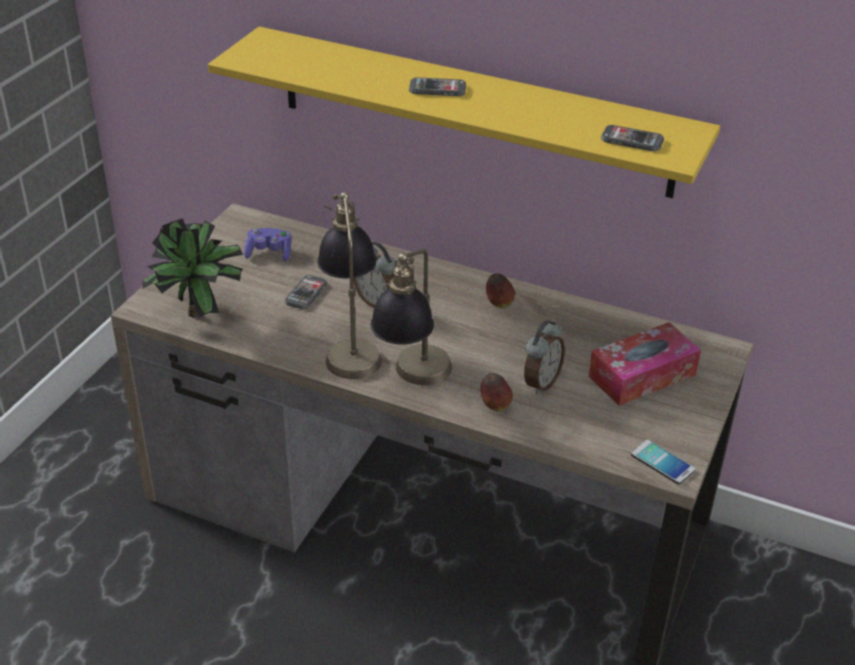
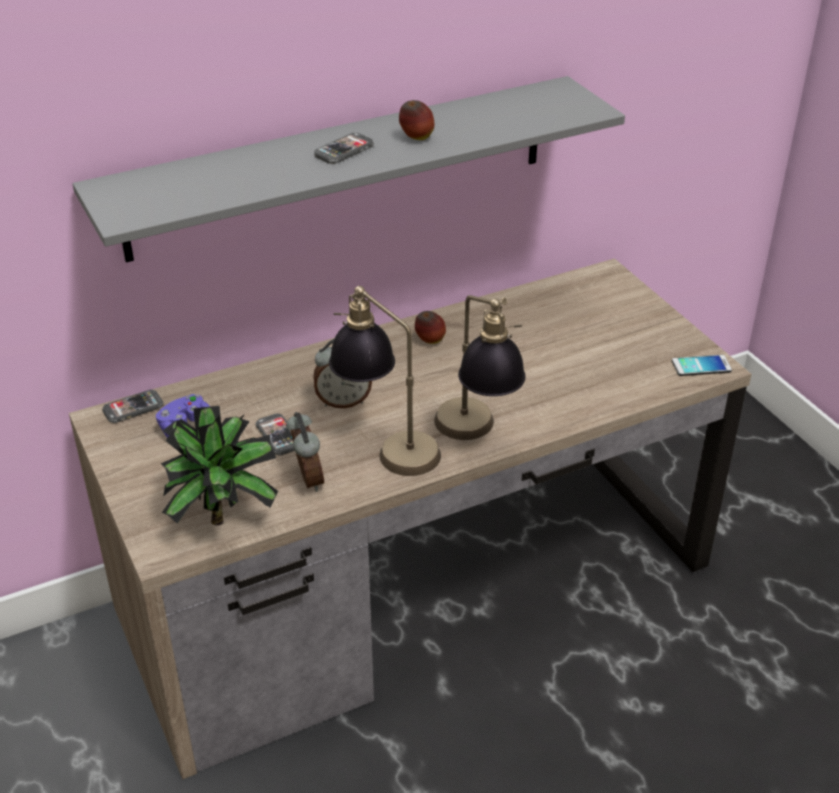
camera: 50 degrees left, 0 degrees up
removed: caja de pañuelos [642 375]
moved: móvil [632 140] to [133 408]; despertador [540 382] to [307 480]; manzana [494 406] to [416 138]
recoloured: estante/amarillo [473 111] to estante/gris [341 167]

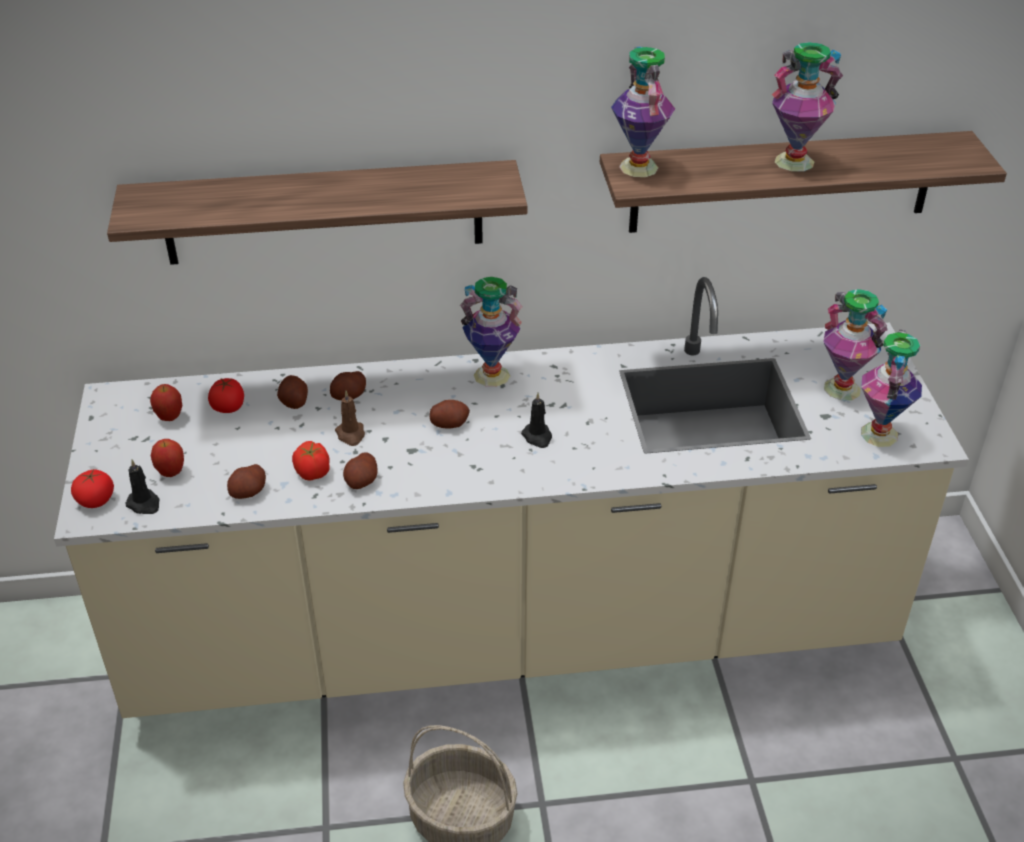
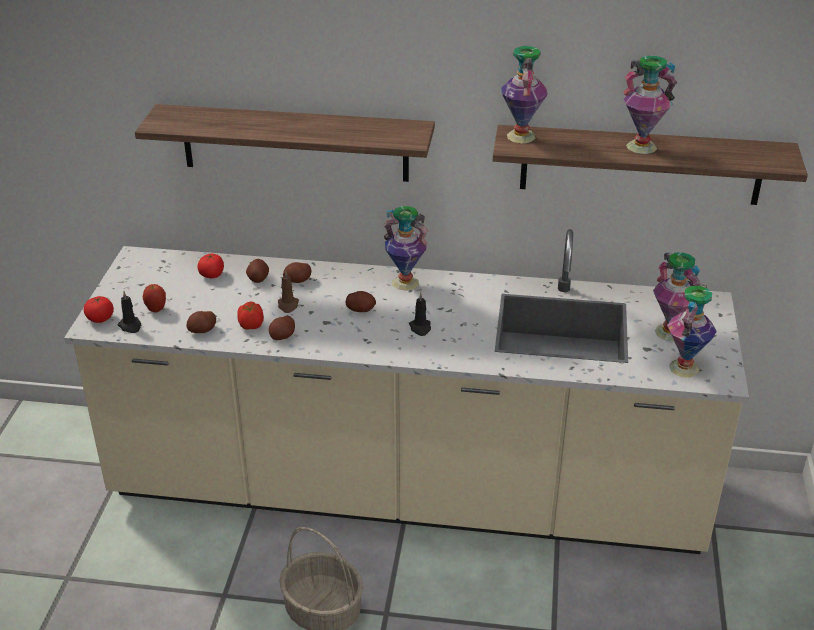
camera: 15 degrees right, 5 degrees down
removed: manzana [170 417]

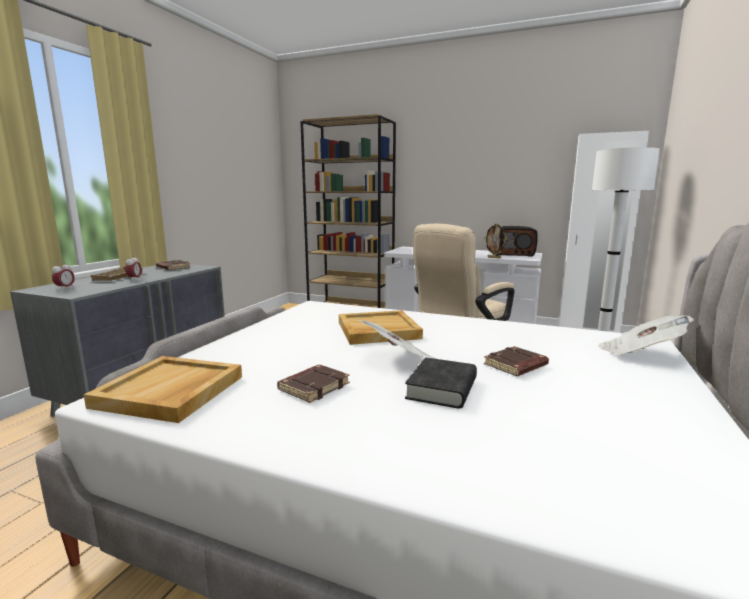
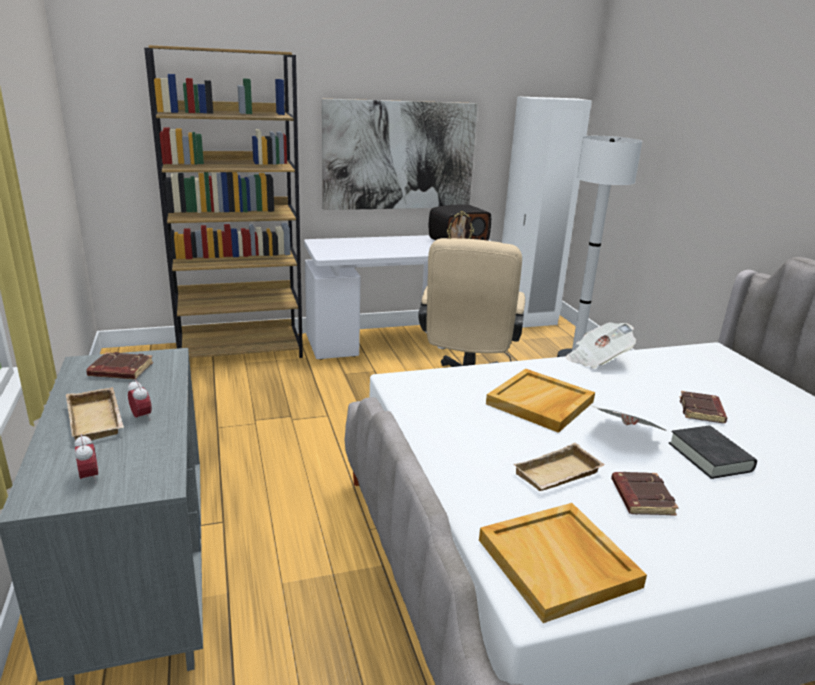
camera: 40 degrees left, 10 degrees up
added: cuadro [399 155]; bandeja/beis [558 475]
moved: periódico [639 354] to [597 360]

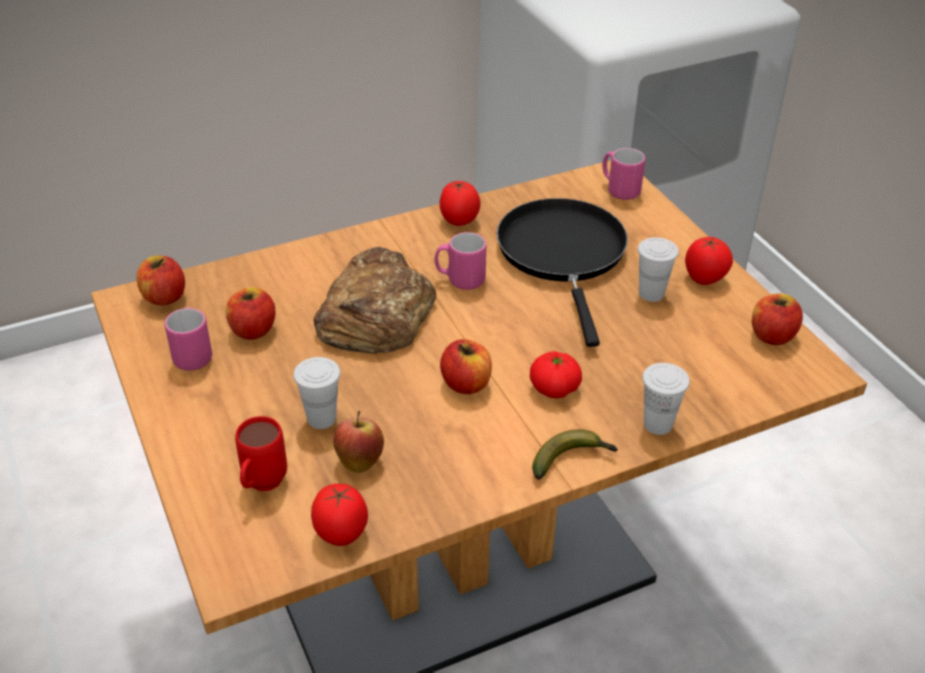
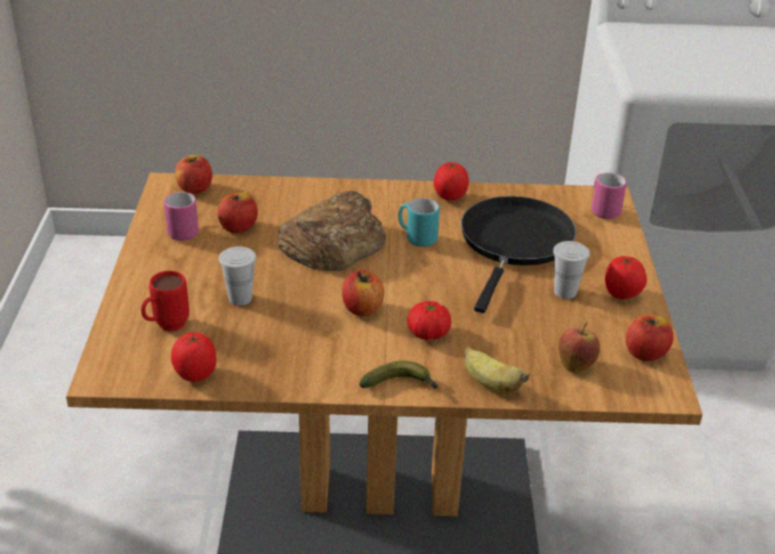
camera: 25 degrees right, 5 degrees down
moved: manzana [359 460] to [575 365]
replaced: taza/blanco [658 424] to plátano [490 384]
recoloured: taza grande/rosa [460 280] to taza grande/turquesa [416 238]

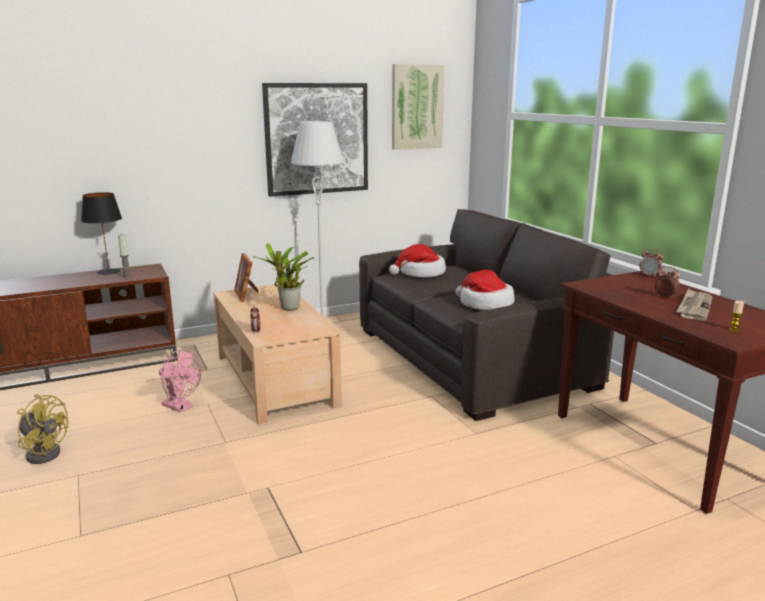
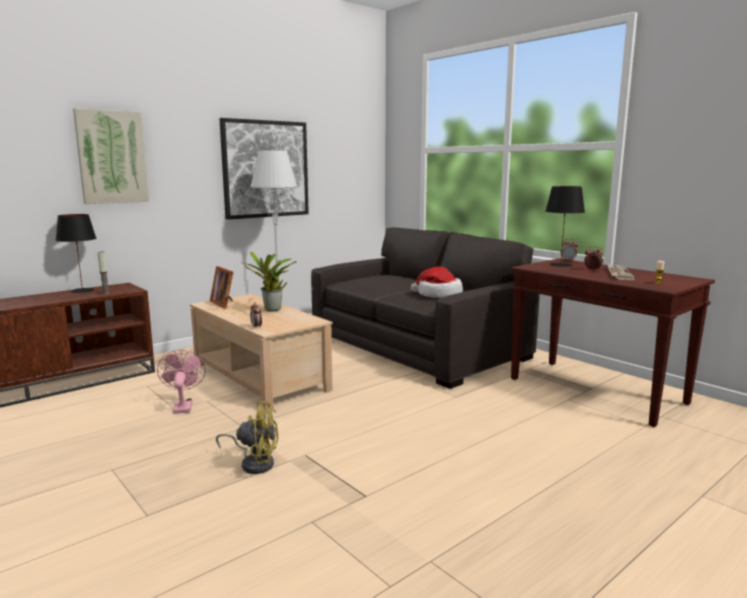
camera: 15 degrees left, 5 degrees down
removed: sombrero [420 273]
added: lámpara de mesa/negro [561 265]
moved: cuadro [416 107] to [112 157]; ventilador/amarillo [44 452] to [254 463]
turned: ventilador/rosa [181 407] = [183 406] 120 degrees counterclockwise

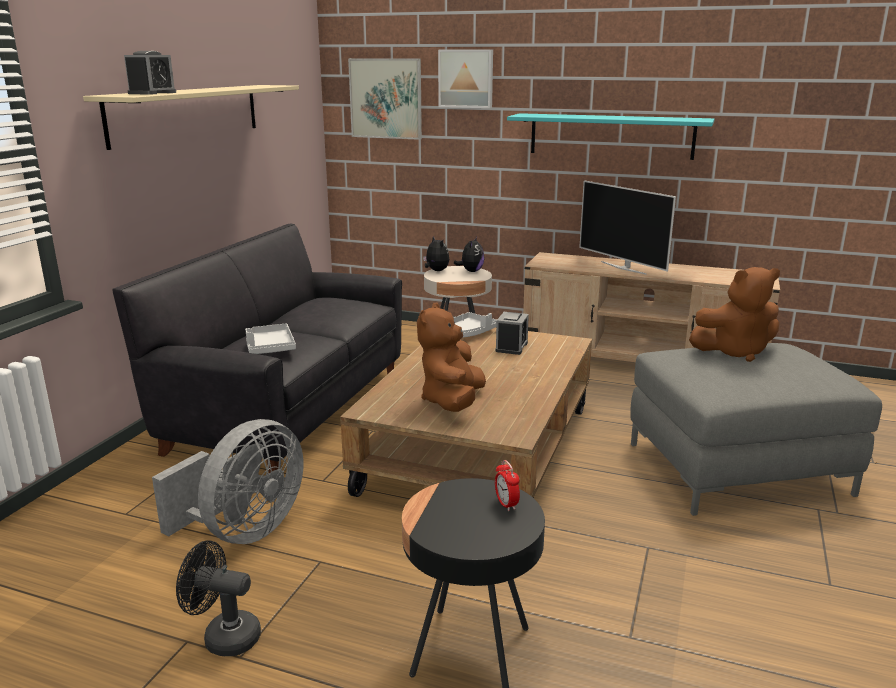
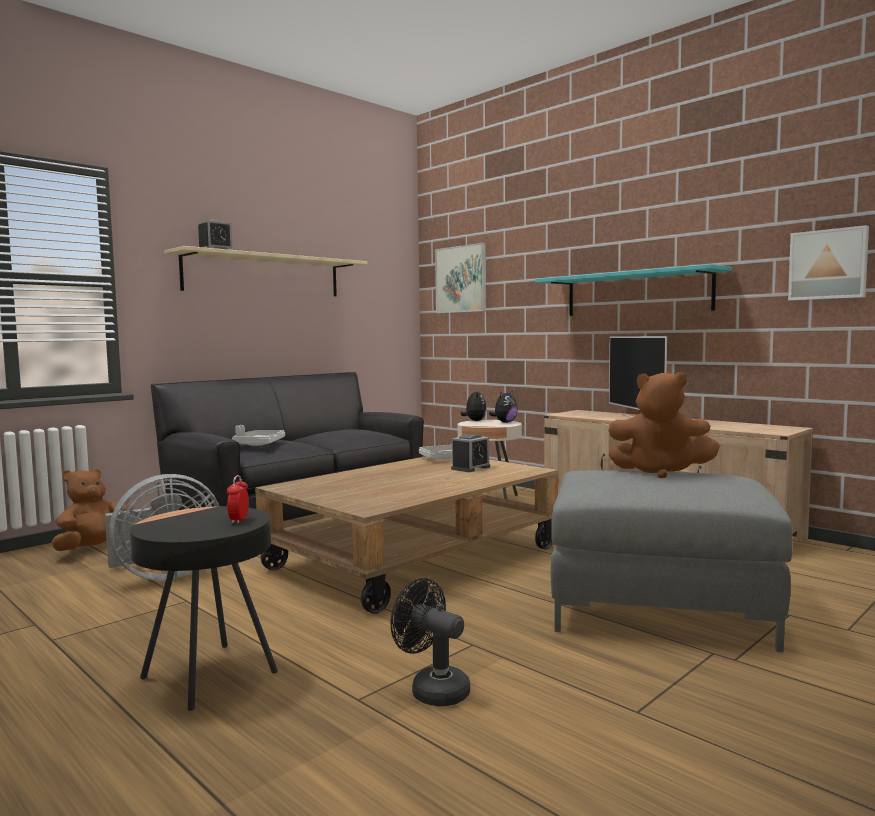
camera: 25 degrees right, 15 degrees down
moved: cuadro [466 78] to [828 264]; peluche/marrón [452 402] to [94 549]; ventilador/negro [224 636] to [432 689]

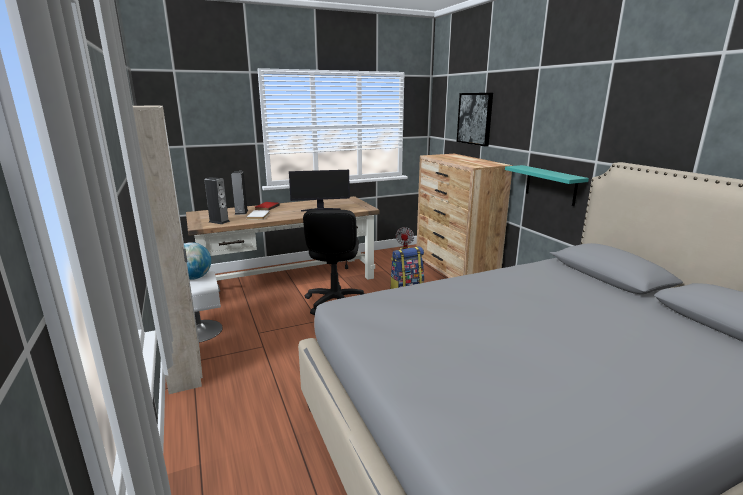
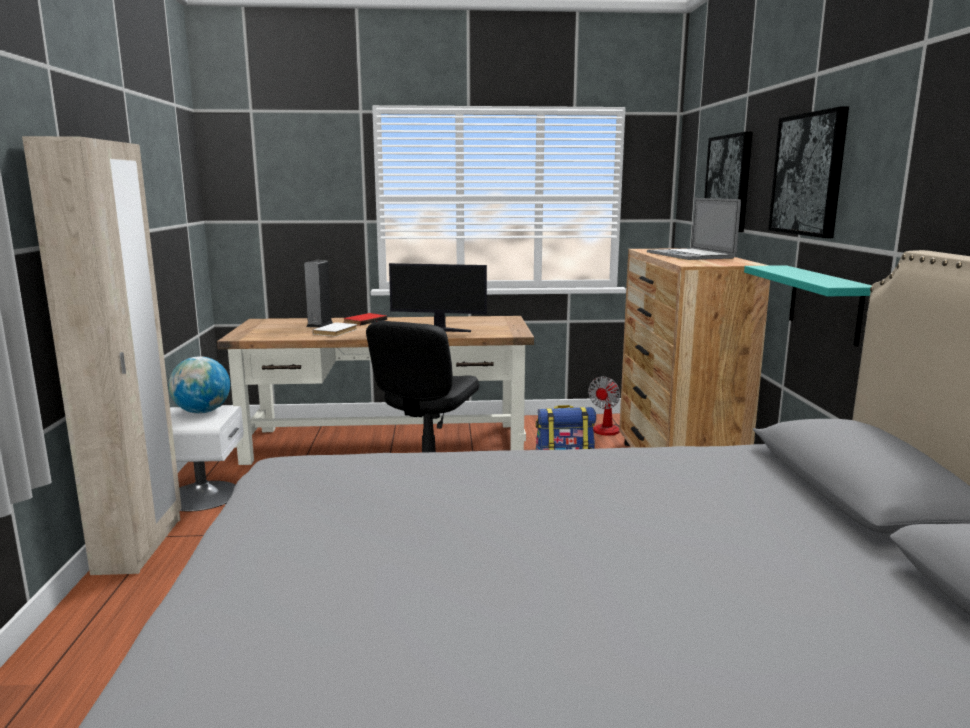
camera: 20 degrees right, 5 degrees down
removed: altavoz [219 221]
added: cuadro [808 174]; portátil [689 255]

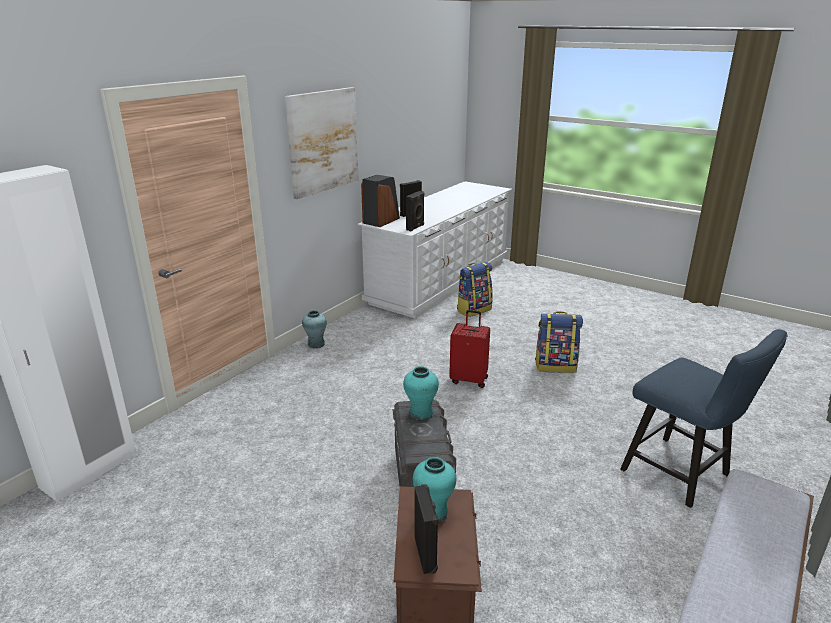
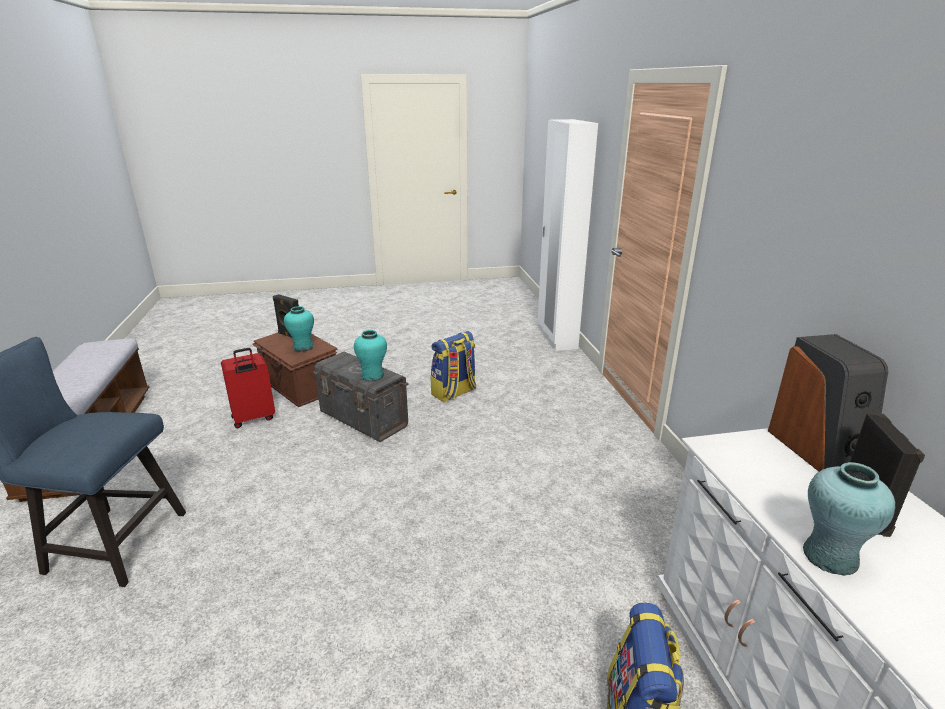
camera: 135 degrees right, 0 degrees up
removed: cuadro [323 141]; altavoz/negro [415 227]
moved: florero/turquesa [316 344] to [829 556]; maleta/rojo [469 379] to [253 419]; mochila [555 366] to [454 393]

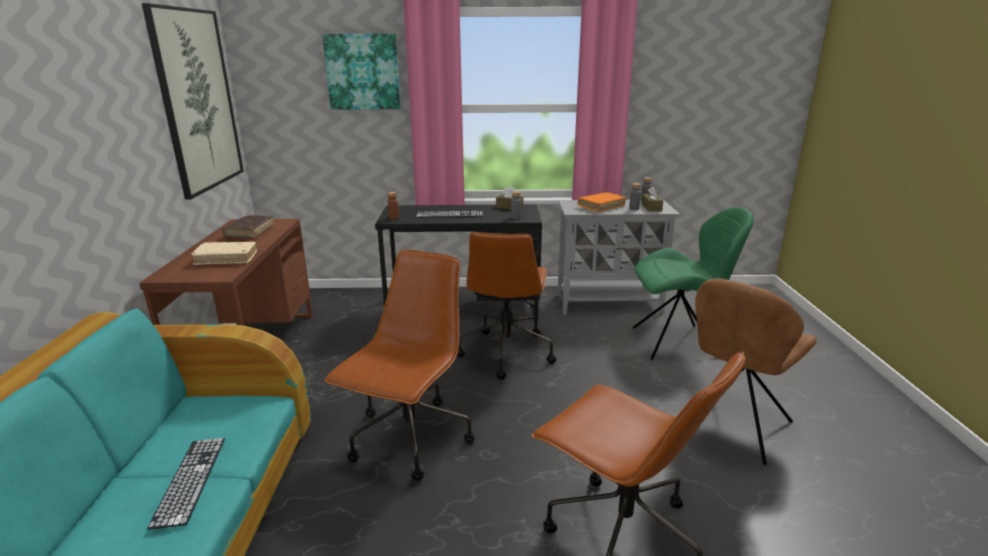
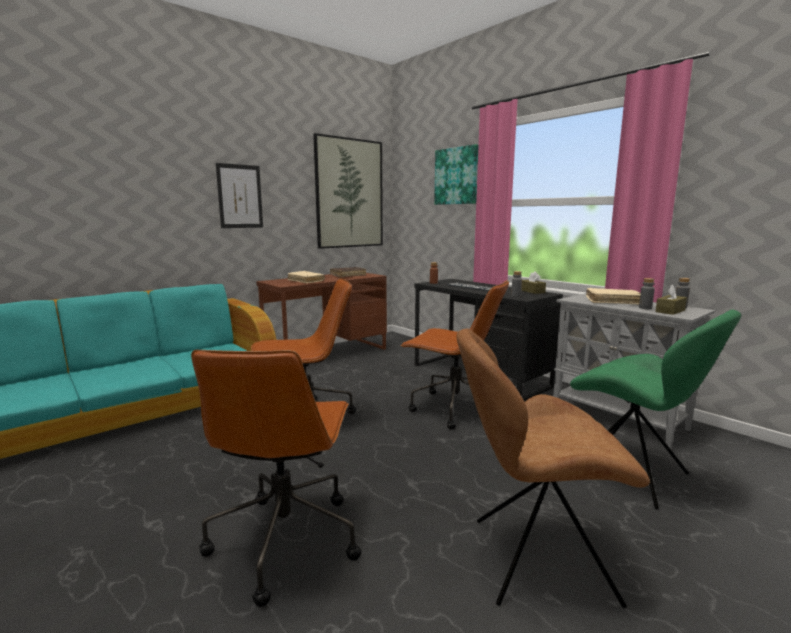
camera: 50 degrees right, 10 degrees down
removed: teclado [190 480]
added: cuadro [240 196]
recoloured: libro/naranja [601 206] to libro/beis [612 301]
turned: silla de oficina/marrón [506 352] = [453 409] 120 degrees counterclockwise

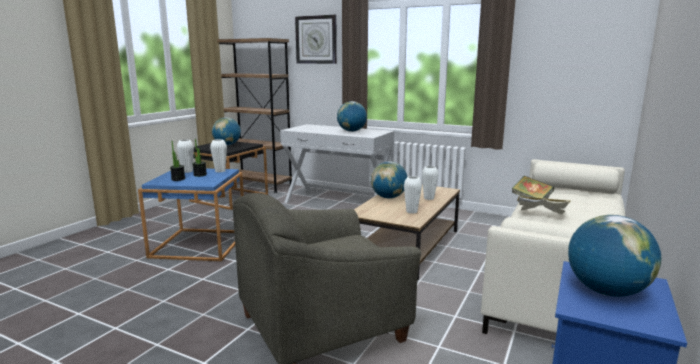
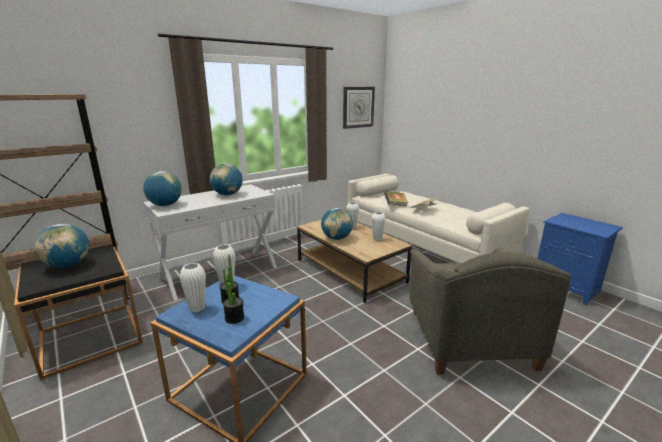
camera: 65 degrees left, 5 degrees up
moved: reloj de pared [316 40] to [358 107]; globo terráqueo [606 291] to [165 205]

